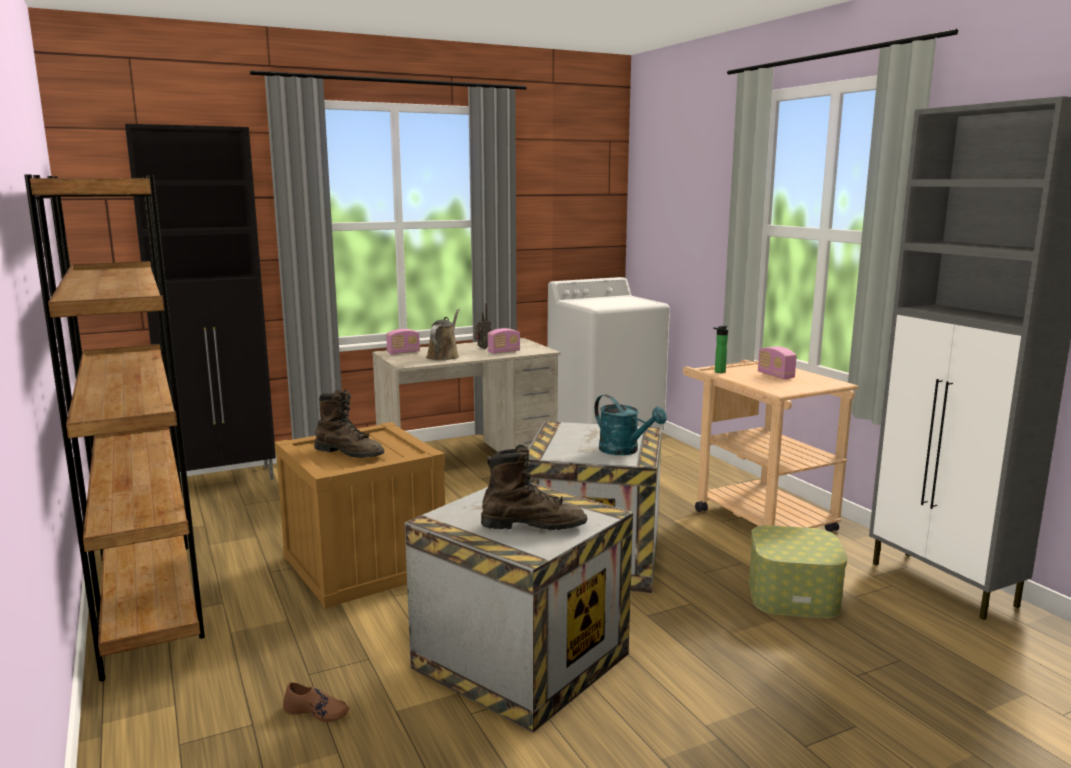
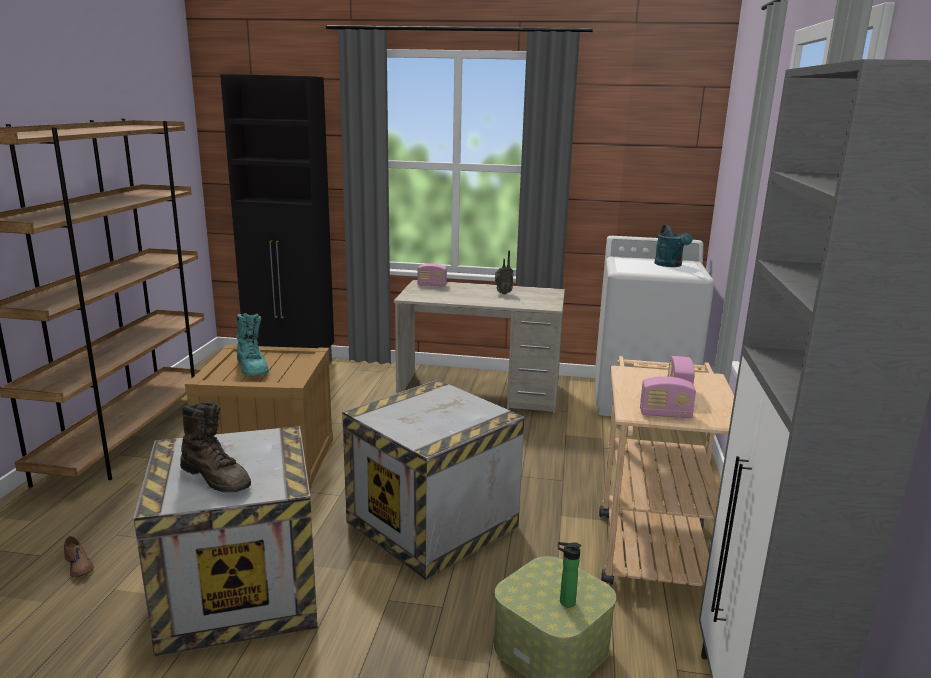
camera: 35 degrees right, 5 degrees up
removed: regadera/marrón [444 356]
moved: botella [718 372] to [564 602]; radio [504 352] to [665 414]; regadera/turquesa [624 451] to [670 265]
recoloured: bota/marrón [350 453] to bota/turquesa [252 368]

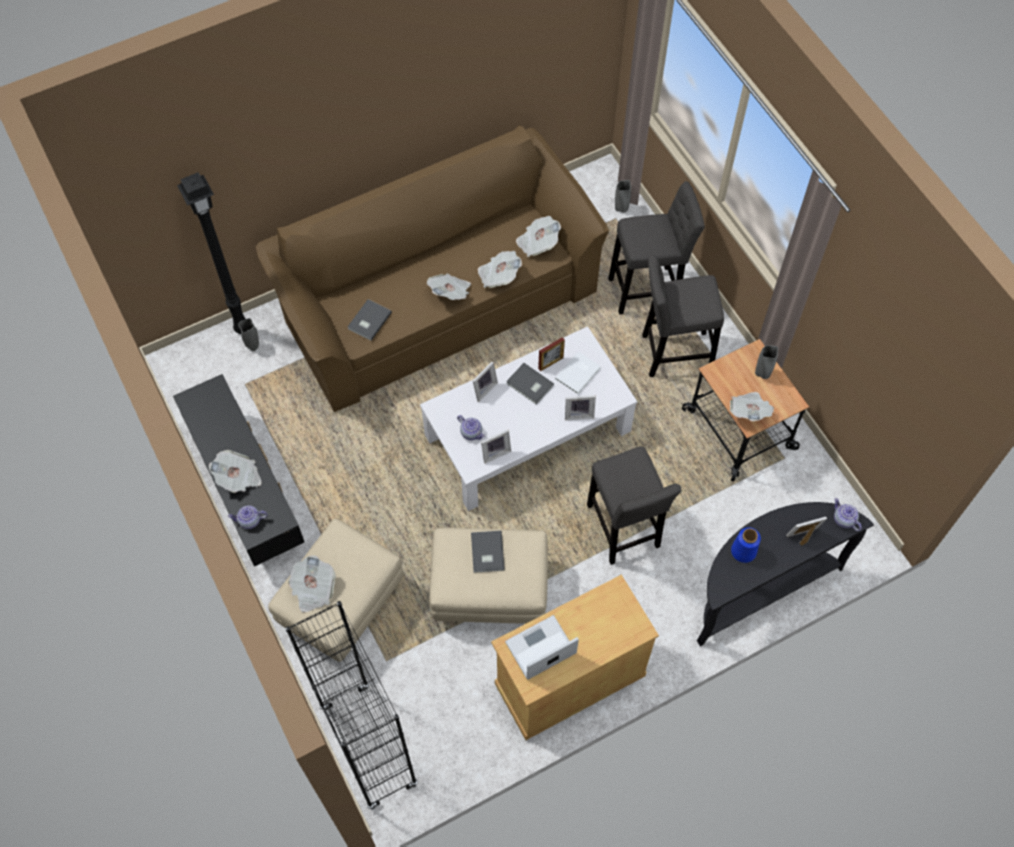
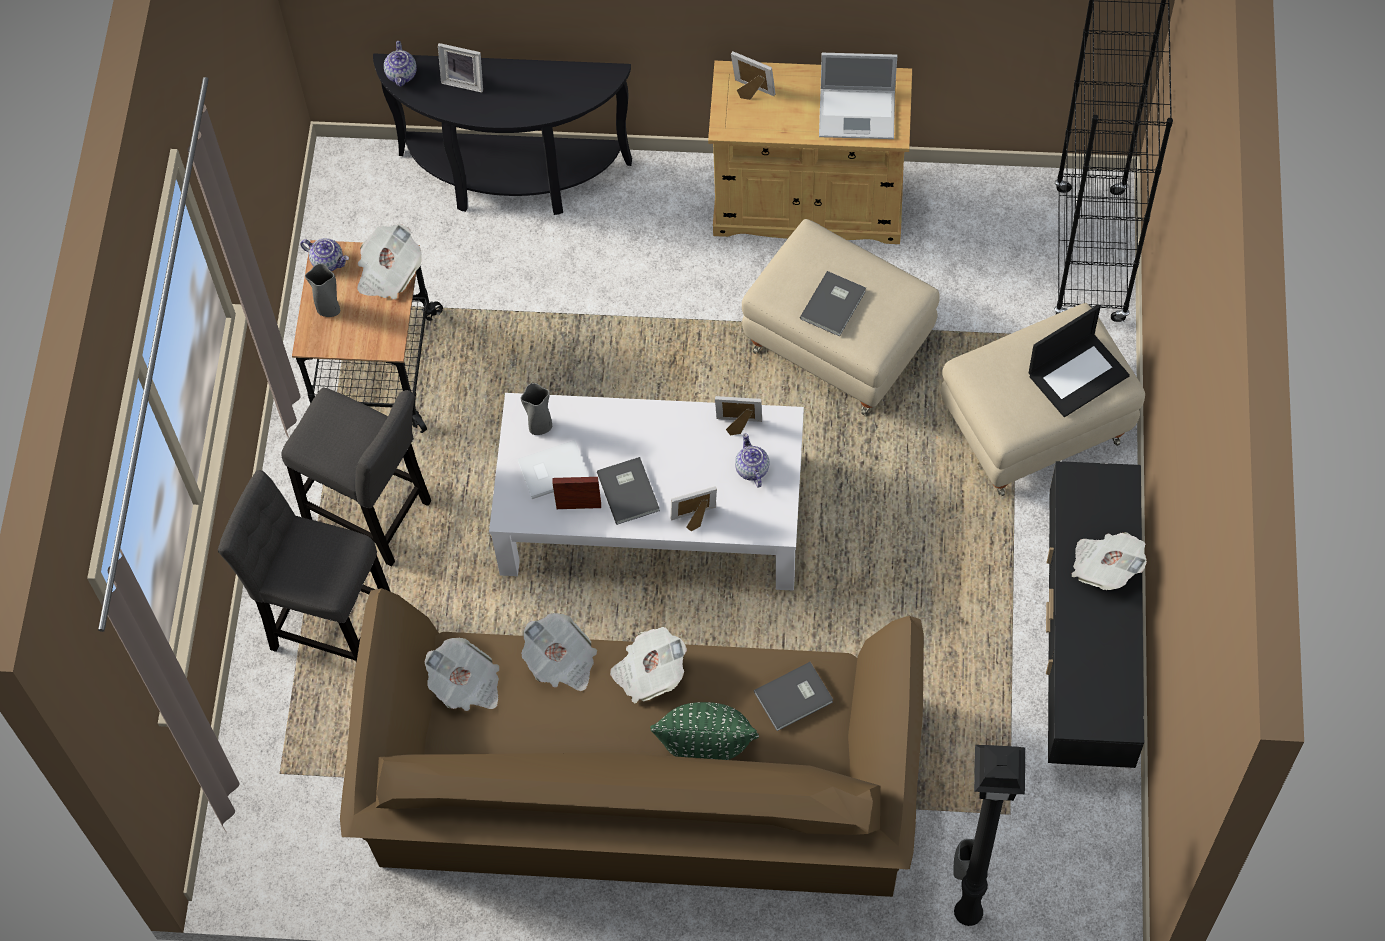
camera: 145 degrees left, 0 degrees up
removed: taburete/gris [623 530]; florero/azul [743 551]
added: cojín/verde [706 747]
moved: florero/gris [621 208] to [540 427]; portarretratos [578 413] to [751 93]; tetera [249 521] to [328 261]
replaced: periódico [313 589] to portátil [1078 374]

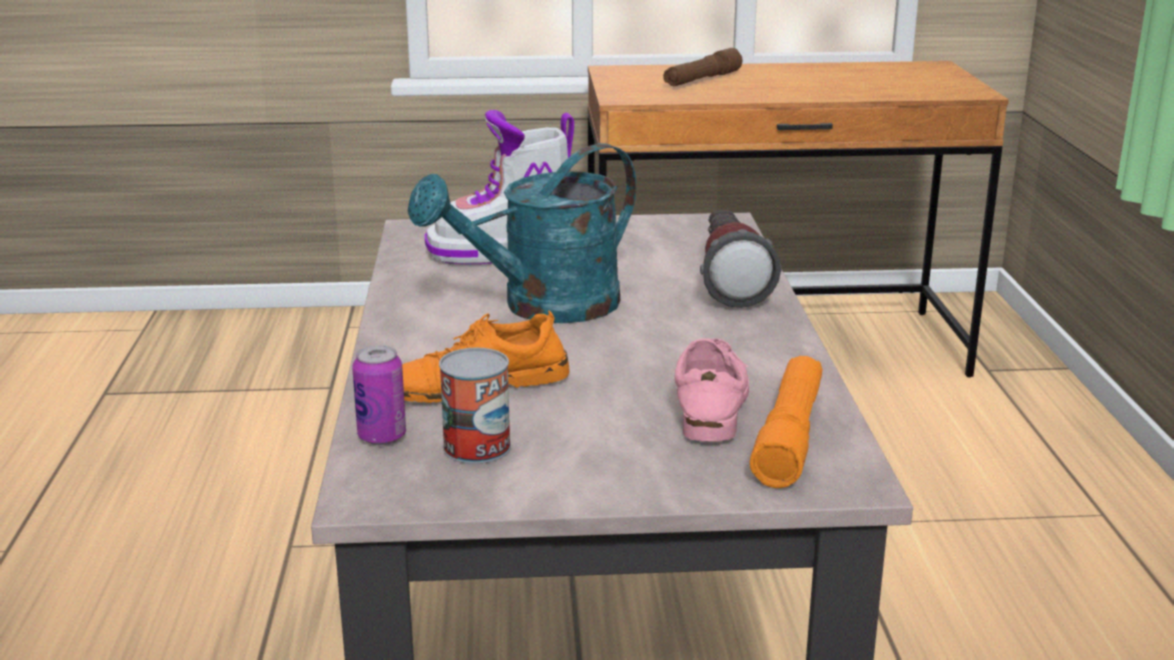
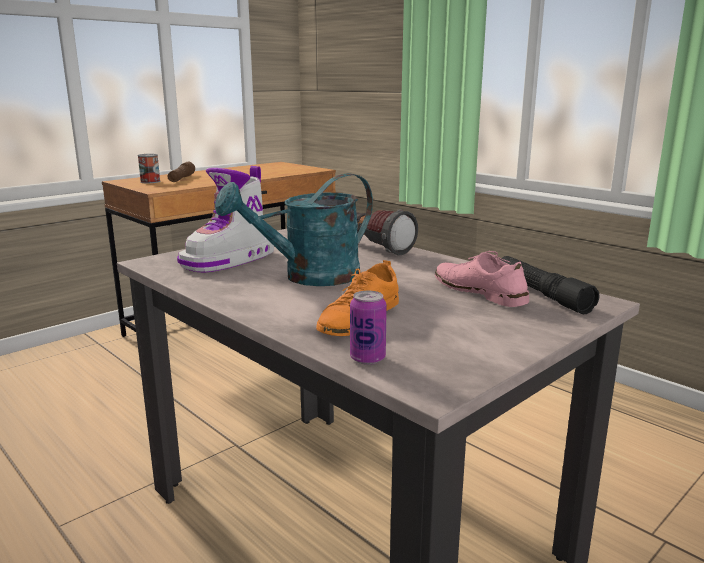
camera: 40 degrees left, 5 degrees down
moved: lata [477 447] to [150 181]
recoloured: linterna/naranja [789 435] to linterna/negro [540 294]
turned: regadera/turquesa [543 307] = [309 277] 45 degrees clockwise

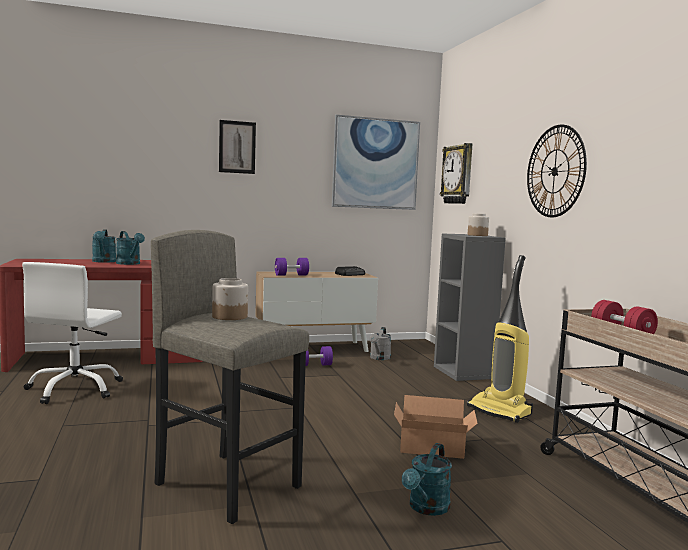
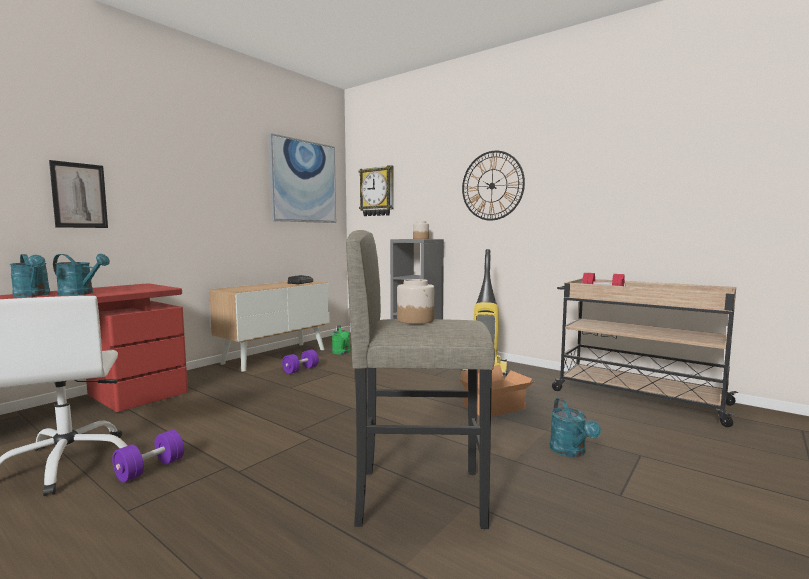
camera: 35 degrees left, 0 degrees up
moved: cuadro [237 147] to [79 195]; mancuerna/morado [291 275] to [150 469]
recoloured: regadera/gris [379 358] to regadera/verde [342 353]

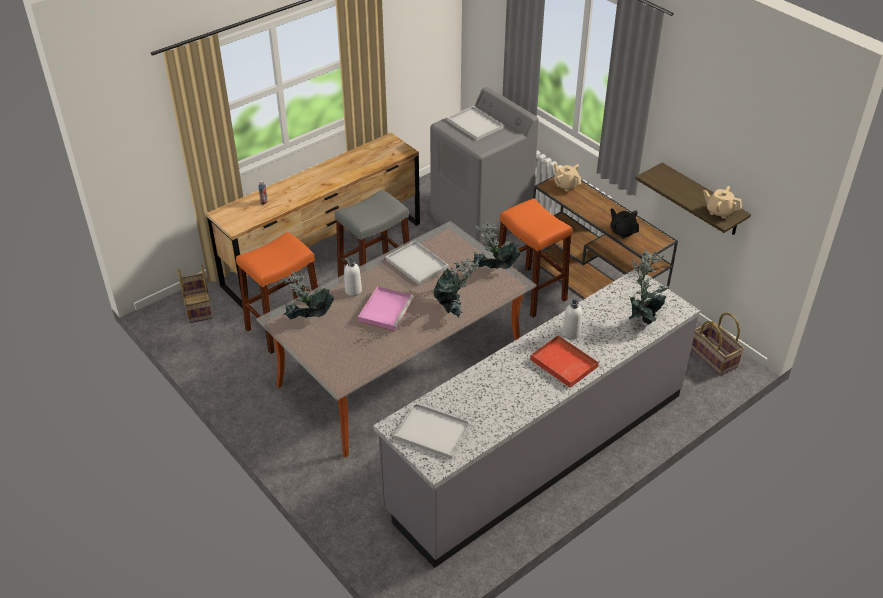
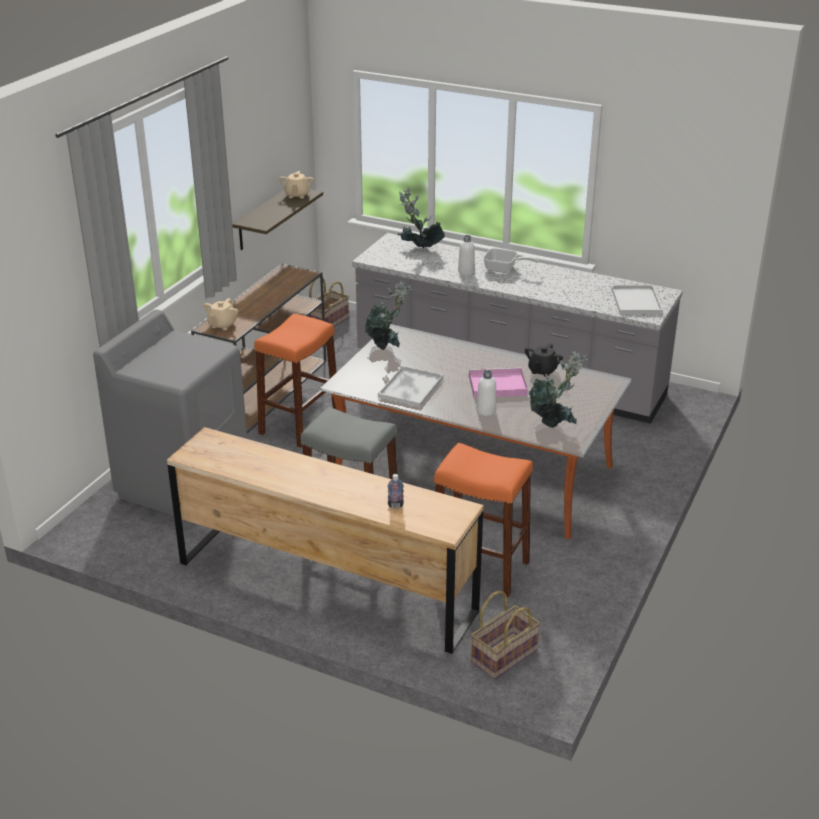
camera: 115 degrees left, 10 degrees down
removed: bandeja/blanco [475 124]; planta en maceta [454 309]
moved: tetera/negro [623 231] to [542 371]
replaced: bandeja/rojo [562 362] to sartén [504 269]

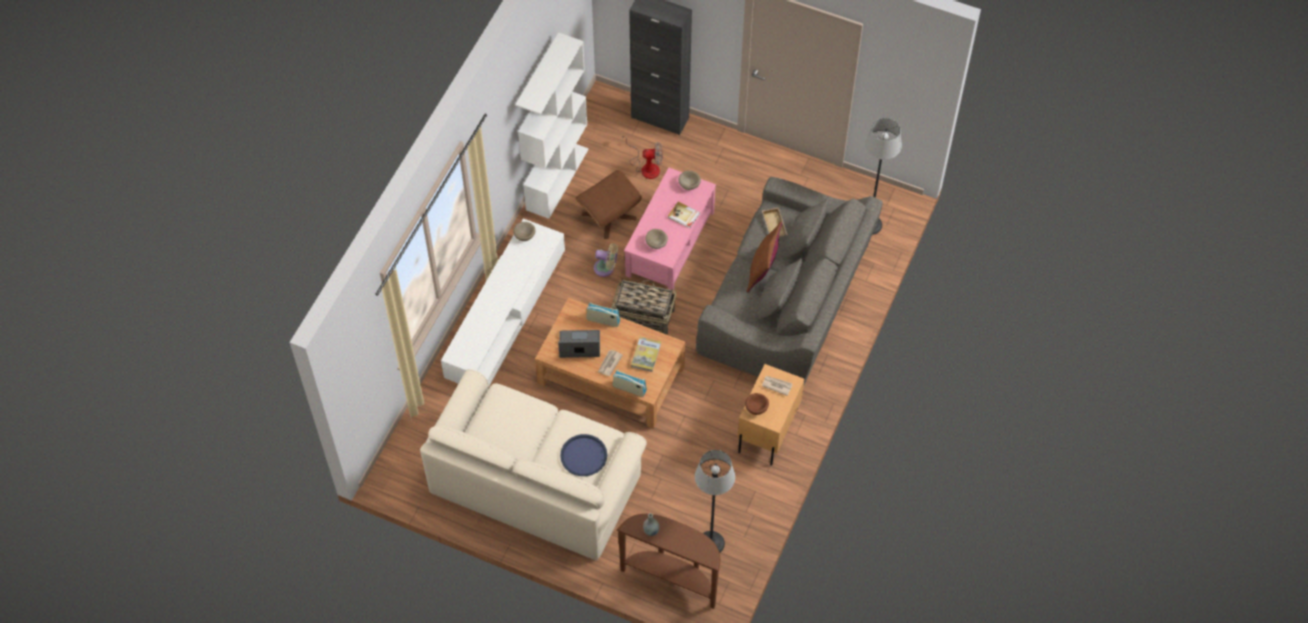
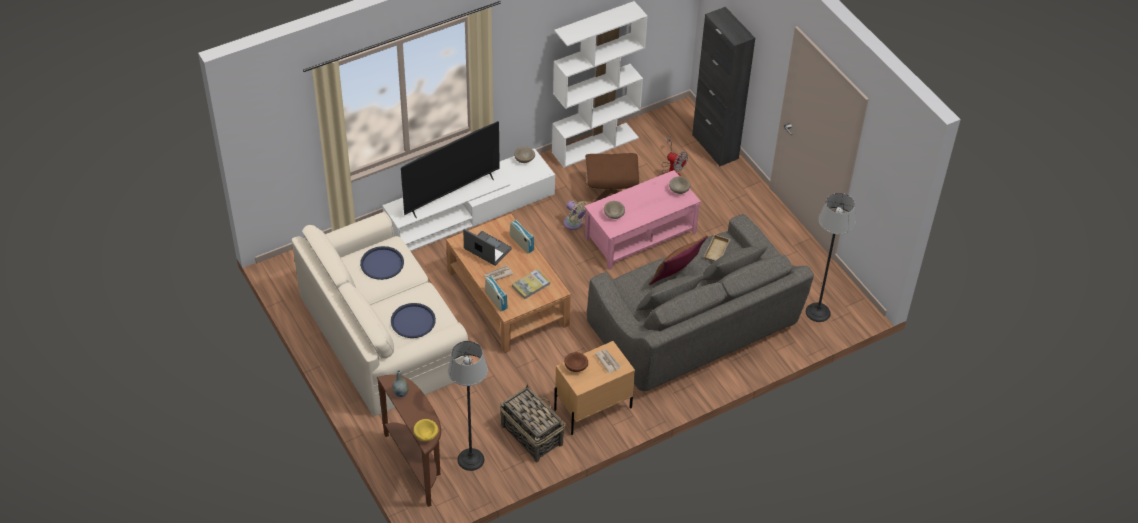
camera: 35 degrees right, 10 degrees down
removed: libro [683 216]
added: televisor [451 194]; bandeja/azul [382 263]; cuenco/amarillo [426 435]
moved: cesta [643 317] to [531 434]

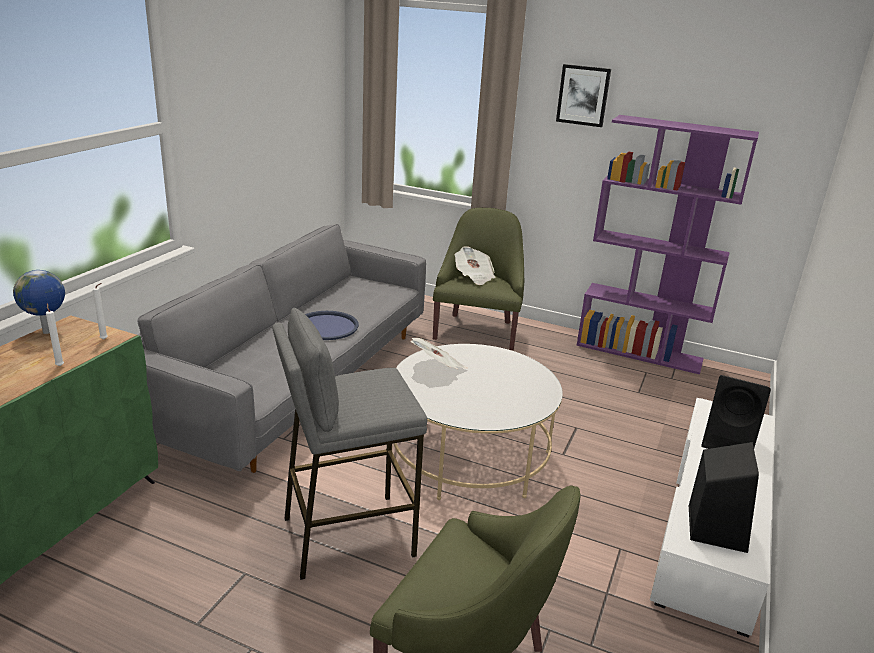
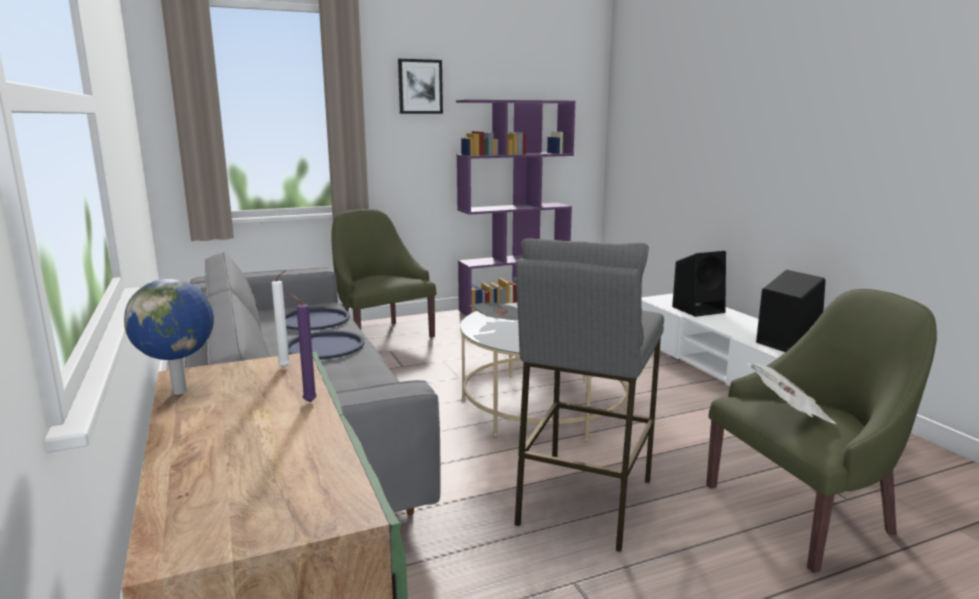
camera: 45 degrees left, 10 degrees down
added: bandeja/azul [314 320]
moved: periódico [474 277] to [788 413]
recoloured: vela/blanco [59 365] to vela/morado [308 402]

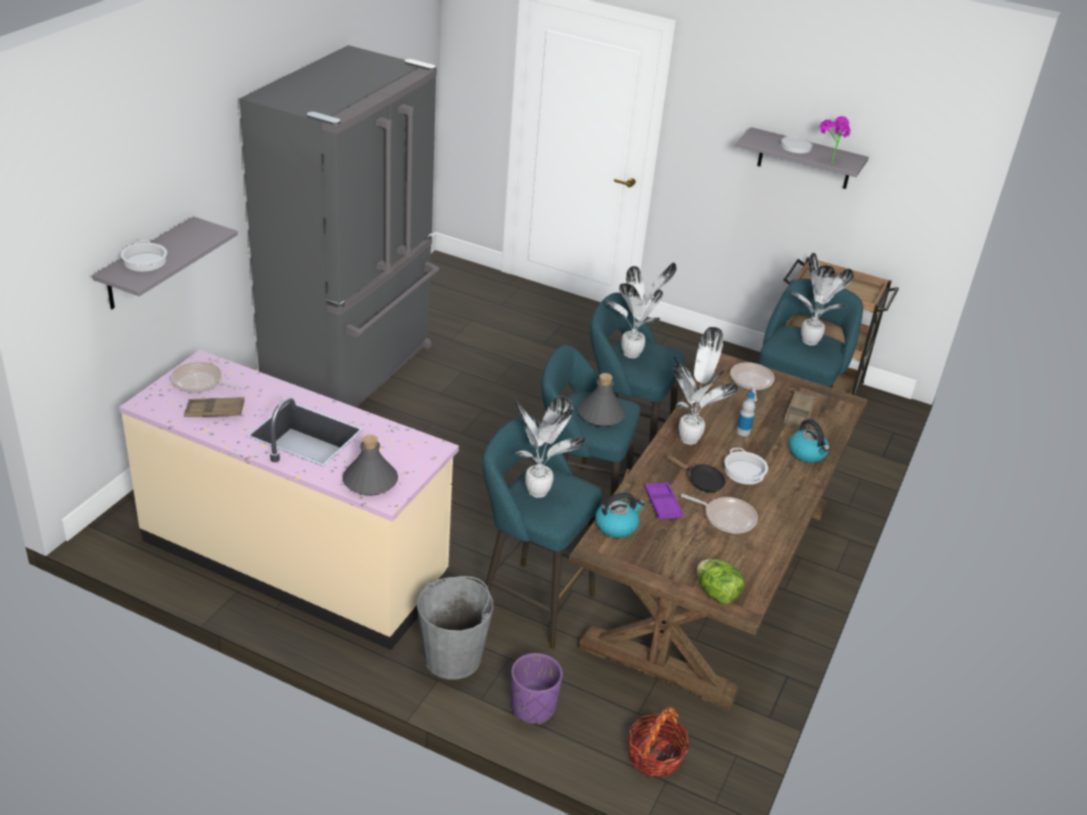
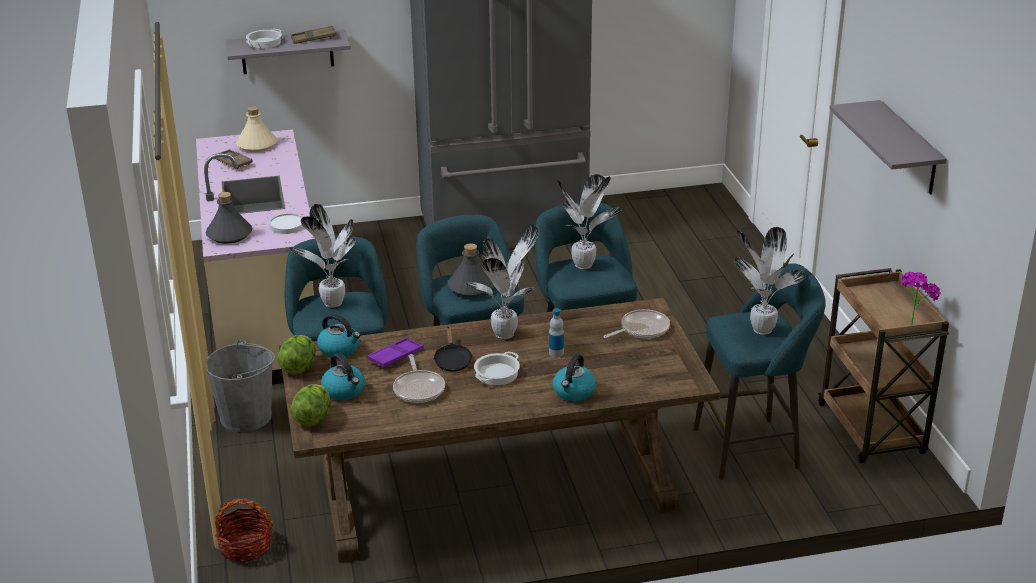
camera: 55 degrees right, 5 degrees down
removed: maceta/morado [533 707]
added: lechuga [299 367]; hervidor [344 391]
moved: planta en maceta [828 161] to [913 321]; plato/blanco [795 146] to [287 225]; bandeja/marrón [799 413] to [313 38]
replaced: sartén [200 382] to botella/beis [256 145]

